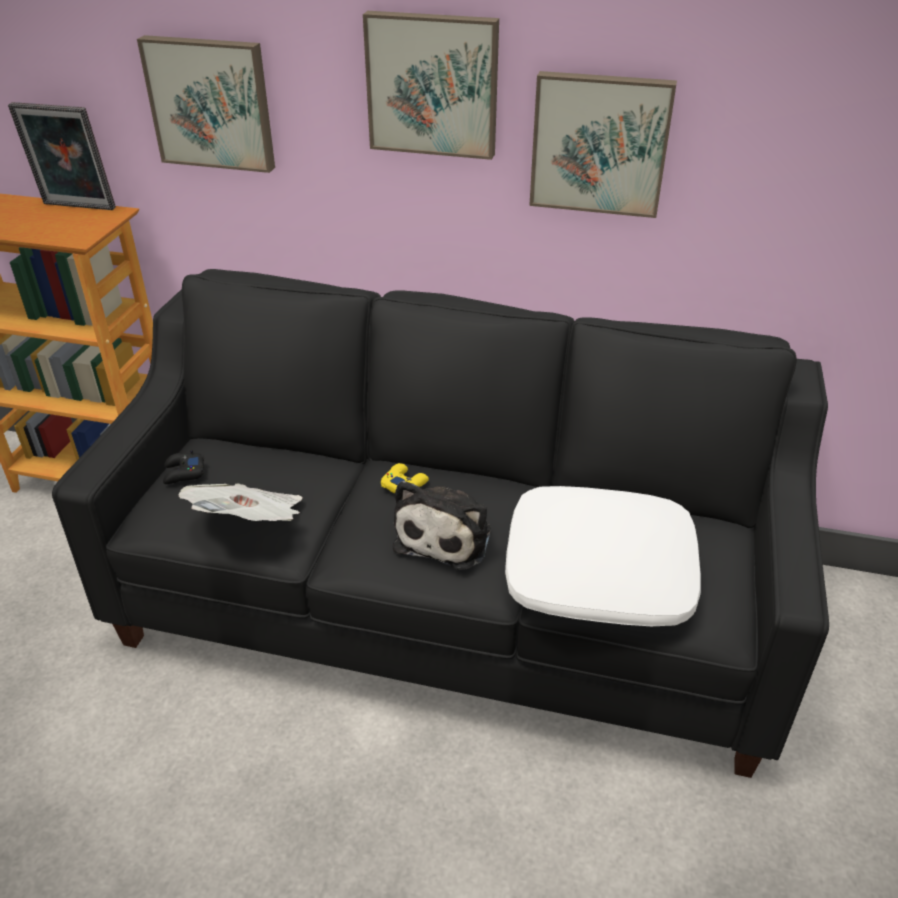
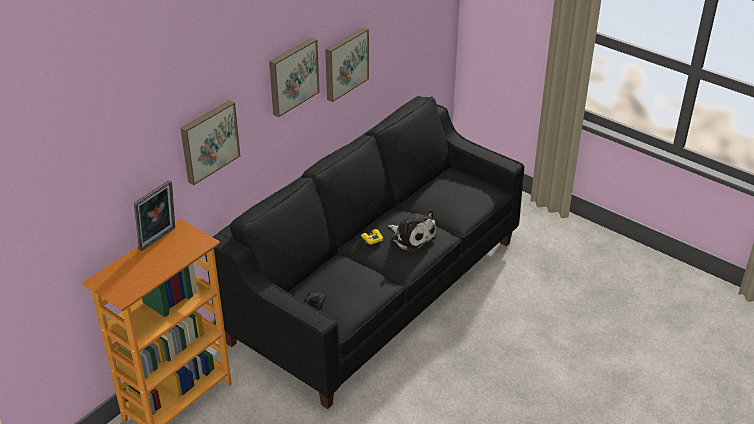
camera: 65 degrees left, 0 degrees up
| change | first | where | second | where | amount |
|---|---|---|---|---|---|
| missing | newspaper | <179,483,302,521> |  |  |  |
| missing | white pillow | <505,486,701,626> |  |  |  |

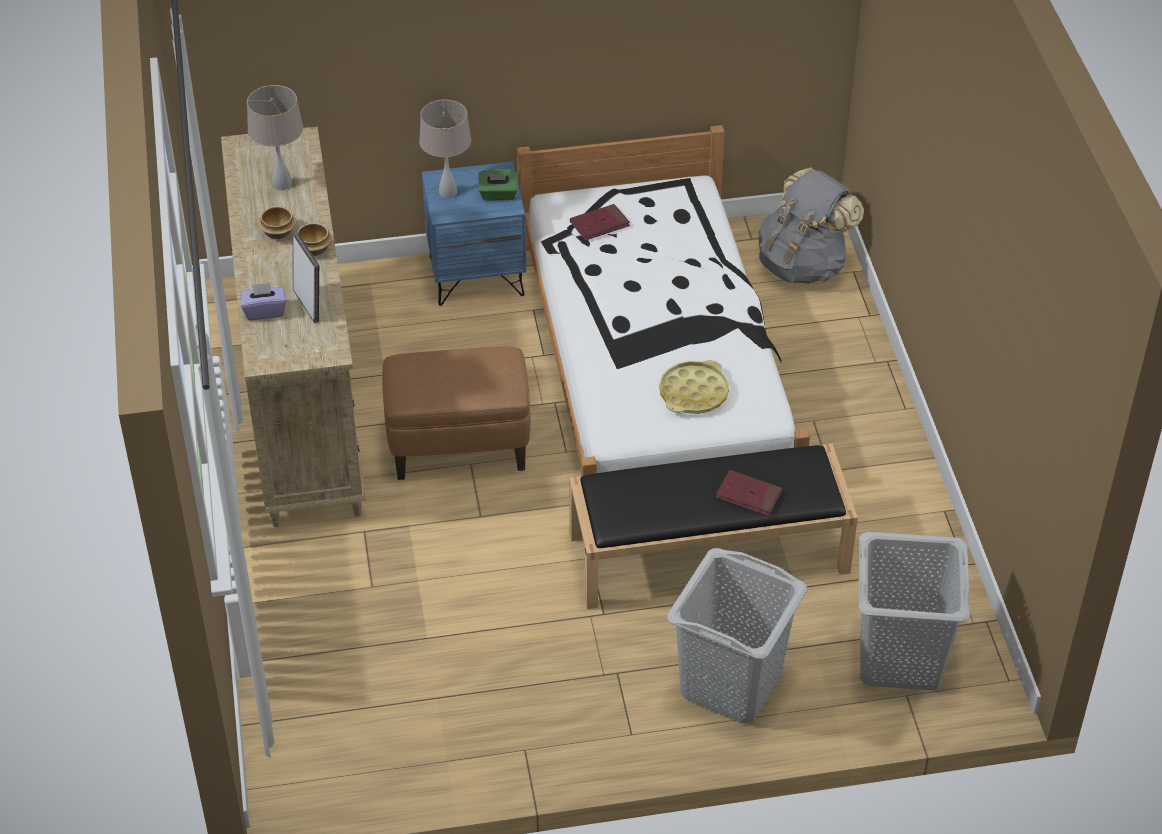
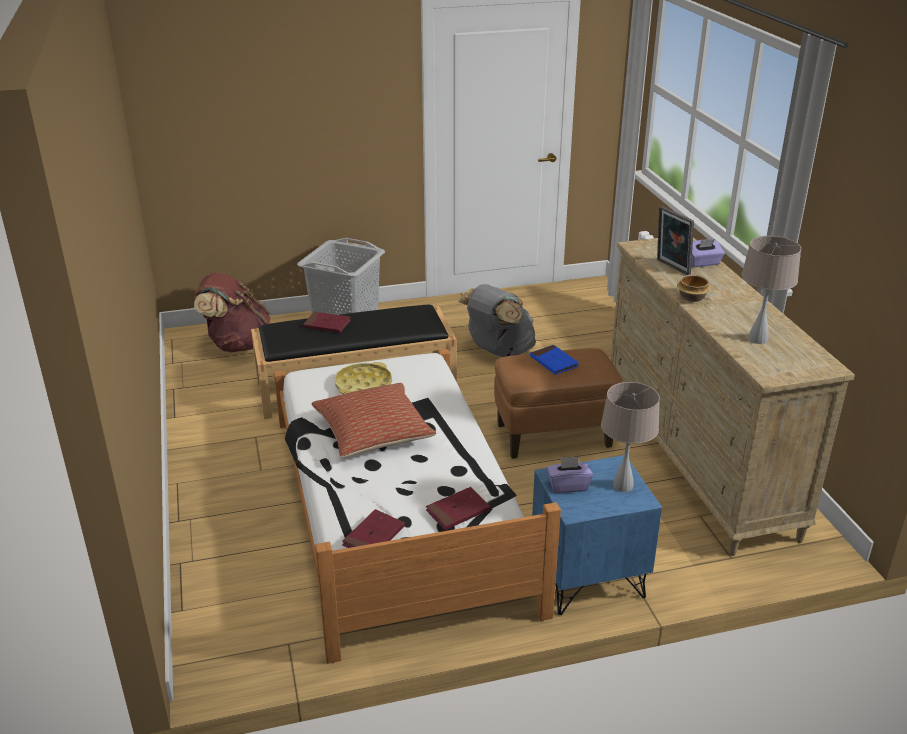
camera: 175 degrees right, 15 degrees down
| change | first | where | second | where | amount |
|---|---|---|---|---|---|
| missing | bowl | <258,206,296,239> |  |  |  |
| colour | green tissue box | <479,169,518,201> | purple tissue box | <546,457,593,493> |  |
| relocated | grey backpack | <758,168,864,284> |  | <458,284,536,357> |  |
| exchanged | grey laundry basket | <859,532,970,690> | brown backpack | <194,273,271,352> |  |
| appeared |  |  | pillow | <312,383,436,457> |  |
| appeared |  |  | red book | <342,509,405,548> |  |
| appeared |  |  | blue book | <530,345,579,375> |  |

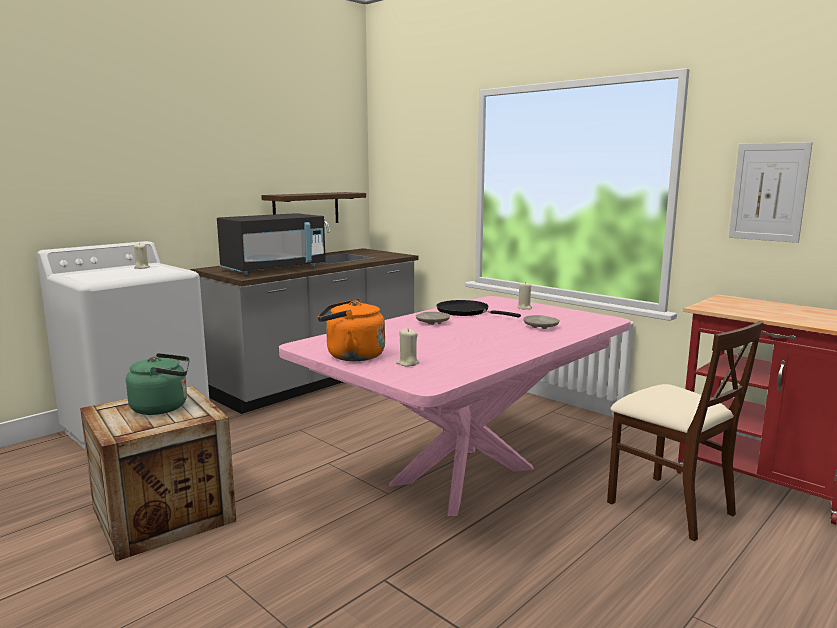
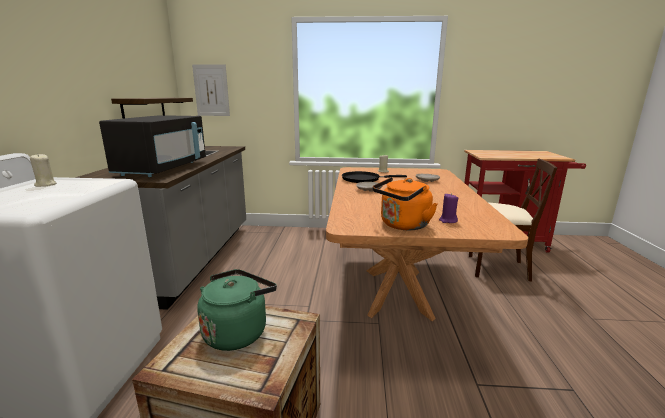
camera: 40 degrees left, 5 degrees up
| change | first | where | second | where | amount |
|---|---|---|---|---|---|
| colour | pink dining table | <279,296,631,516> | brown dining table | <326,167,528,321> |  |
| colour | beige candle | <396,328,420,366> | purple candle | <439,193,458,223> |  |
| relocated | picture | <729,142,813,243> |  | <192,64,230,116> |  |

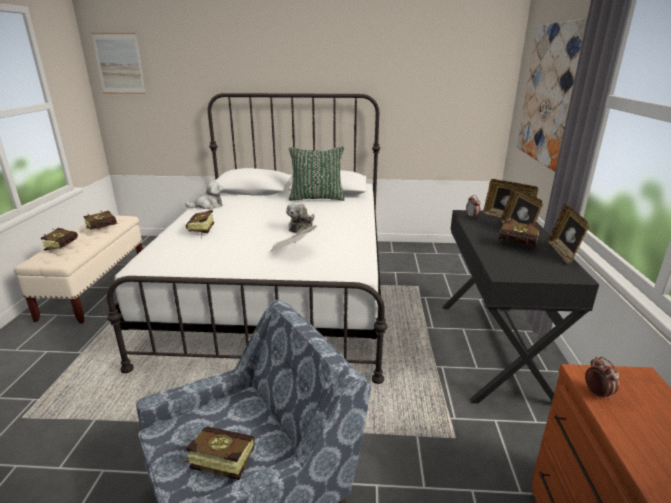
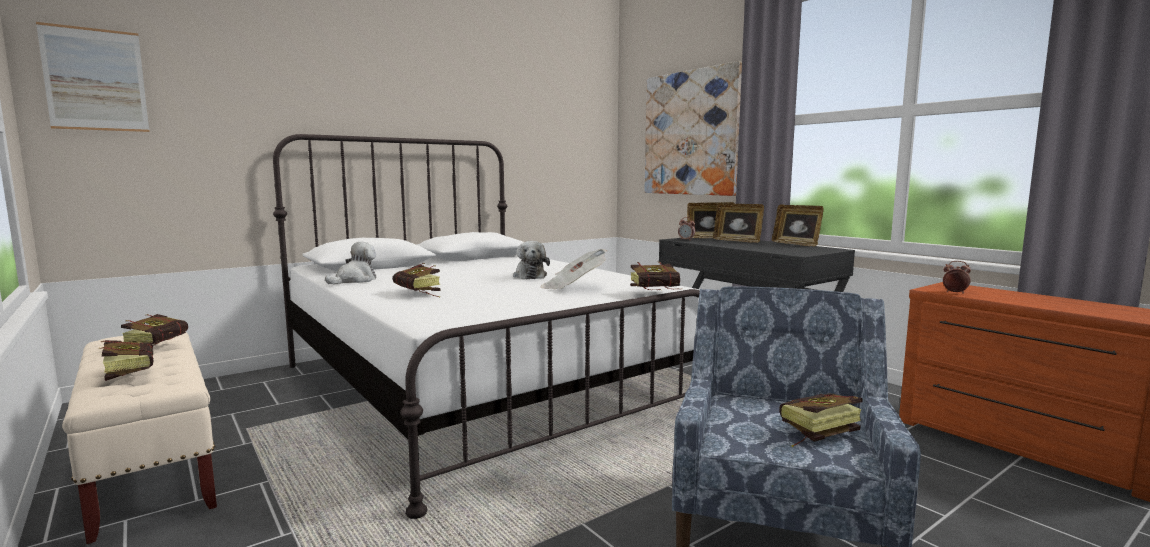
camera: 40 degrees left, 15 degrees down
| change | first | where | second | where | amount |
|---|---|---|---|---|---|
| missing | green pillow | <289,147,345,201> |  |  |  |
| relocated | book | <498,219,546,249> |  | <630,262,682,290> |  |

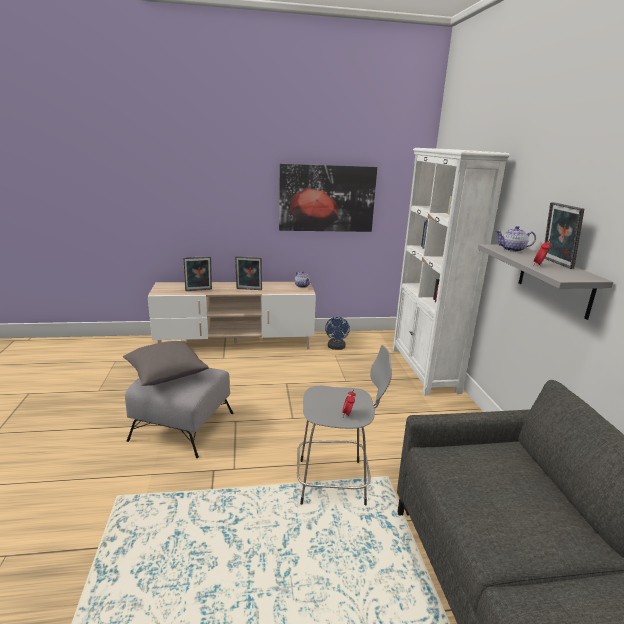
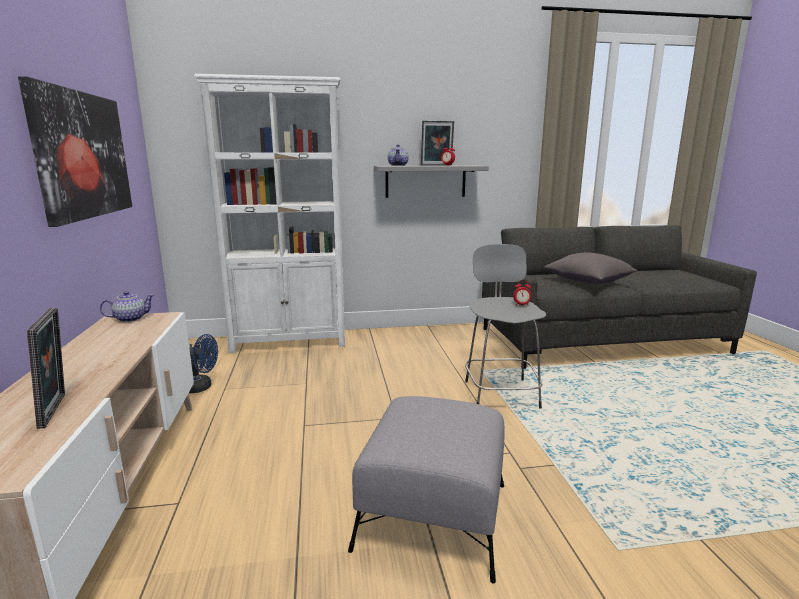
camera: 90 degrees left, 5 degrees down
| change | first | where | second | where | amount |
|---|---|---|---|---|---|
| relocated | grey pillow | <123,341,209,386> |  | <544,253,638,284> |  |
| missing | picture frame | <235,256,262,290> |  |  |  |

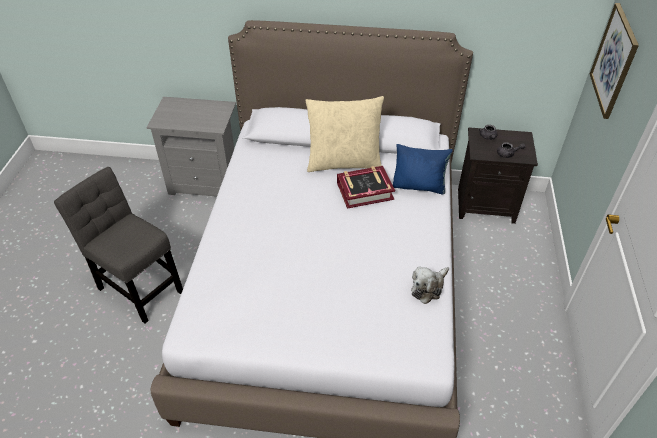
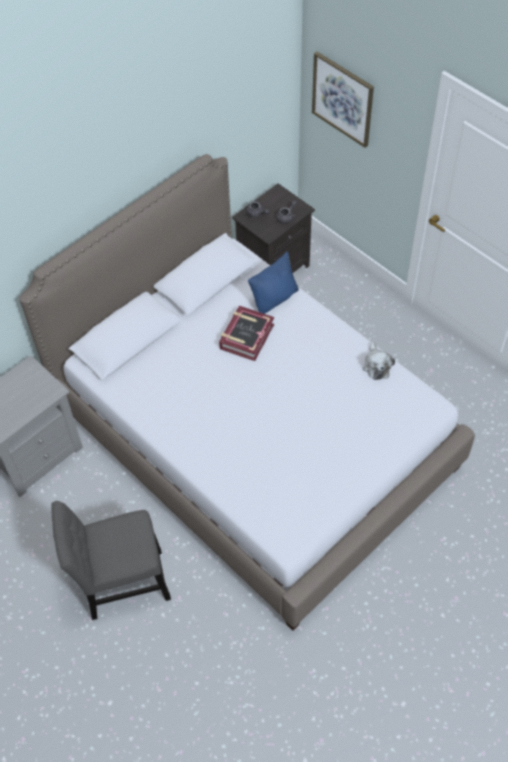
camera: 50 degrees left, 10 degrees up
| change | first | where | second | where | amount |
|---|---|---|---|---|---|
| missing | beige pillow | <305,96,384,172> |  |  |  |

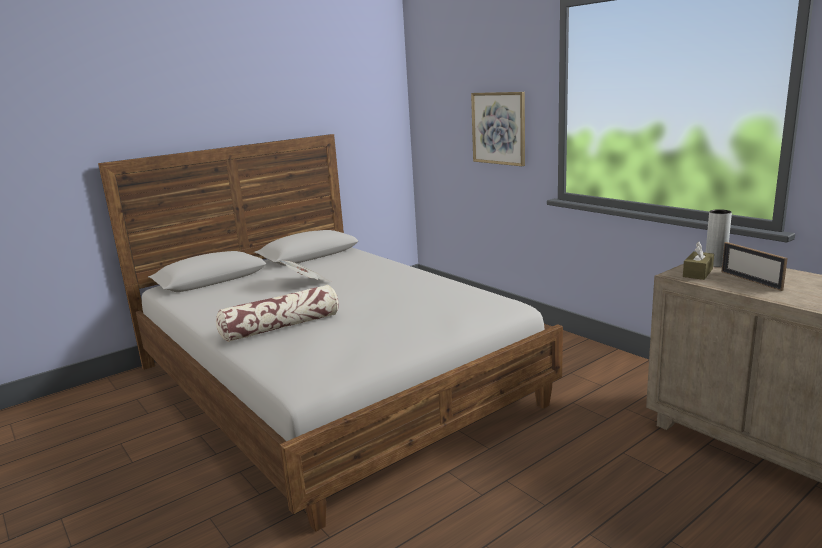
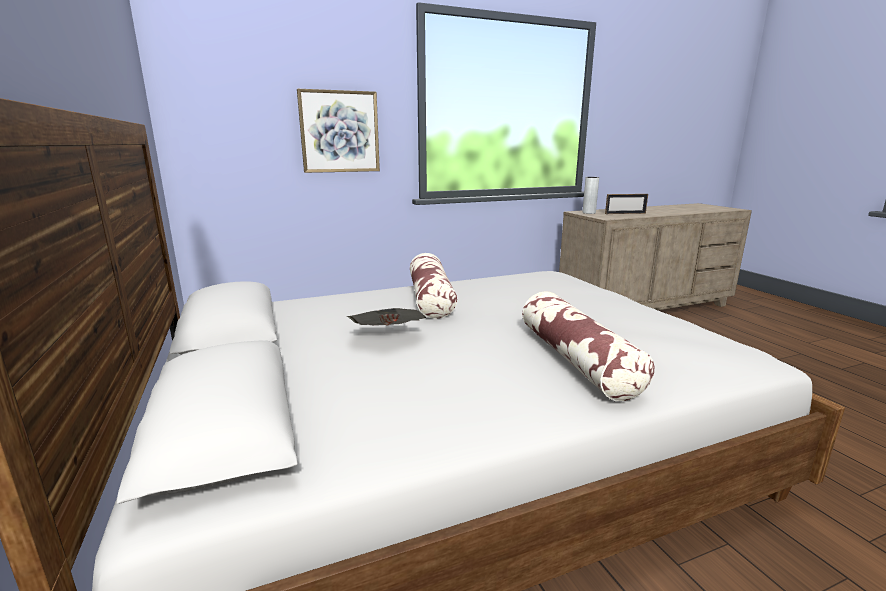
camera: 75 degrees left, 0 degrees up
| change | first | where | second | where | amount |
|---|---|---|---|---|---|
| missing | brown tissue box | <683,242,714,280> |  |  |  |
| appeared |  |  | pillow | <410,253,457,319> |  |

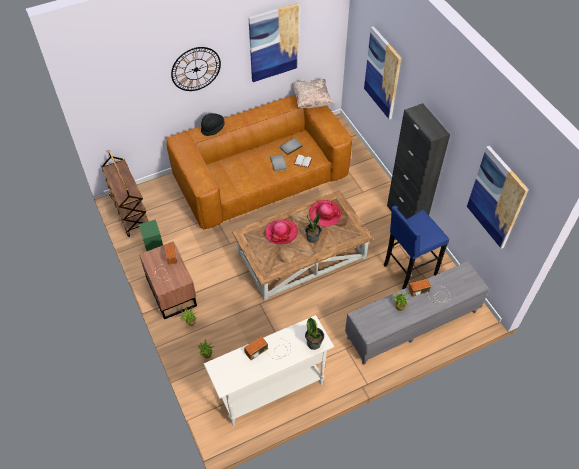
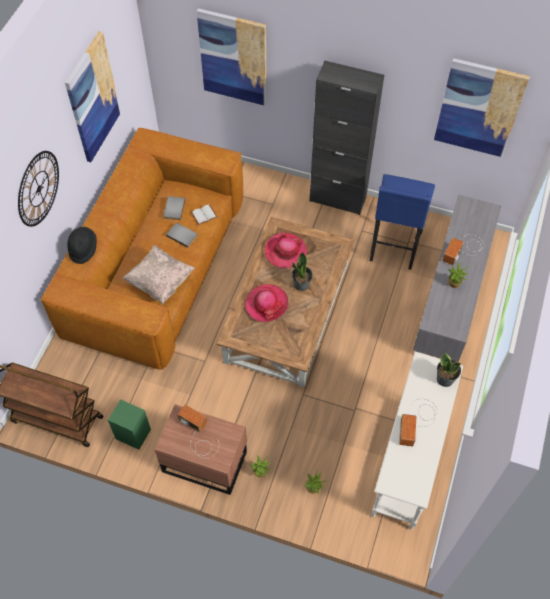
camera: 45 degrees left, 5 degrees up
| change | first | where | second | where | amount |
|---|---|---|---|---|---|
| relocated | beige pillow | <292,79,333,108> |  | <122,245,195,305> |  |

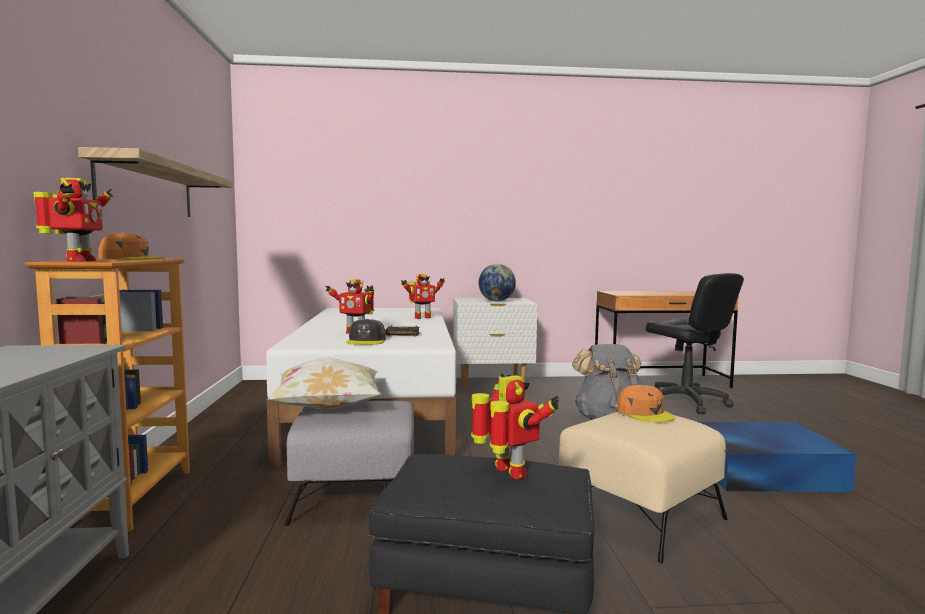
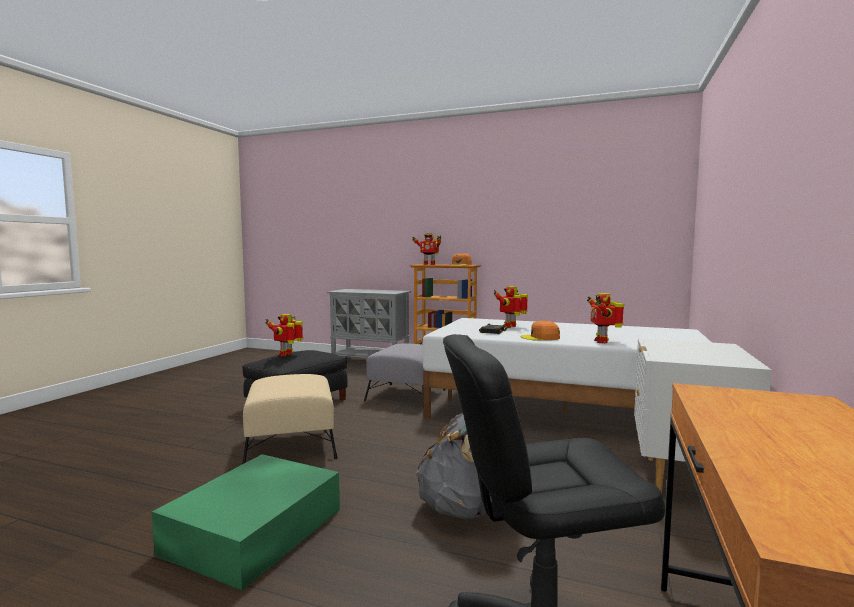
camera: 115 degrees right, 0 degrees up
| change | first | where | second | where | amount |
|---|---|---|---|---|---|
| missing | shelf | <78,147,233,217> |  |  |  |
| missing | pillow | <267,358,381,410> |  |  |  |
| missing | grey cap | <346,319,386,345> |  |  |  |
| spun | toy robot | <471,373,559,479> |  | <266,314,303,357> | 120 degrees clockwise |
| missing | globe | <479,264,516,301> |  |  |  |
| relocated | orange cap | <617,385,675,422> |  | <521,321,560,340> |  |
| colour | blue storage box | <696,421,857,492> | green storage box | <152,454,340,590> |  |

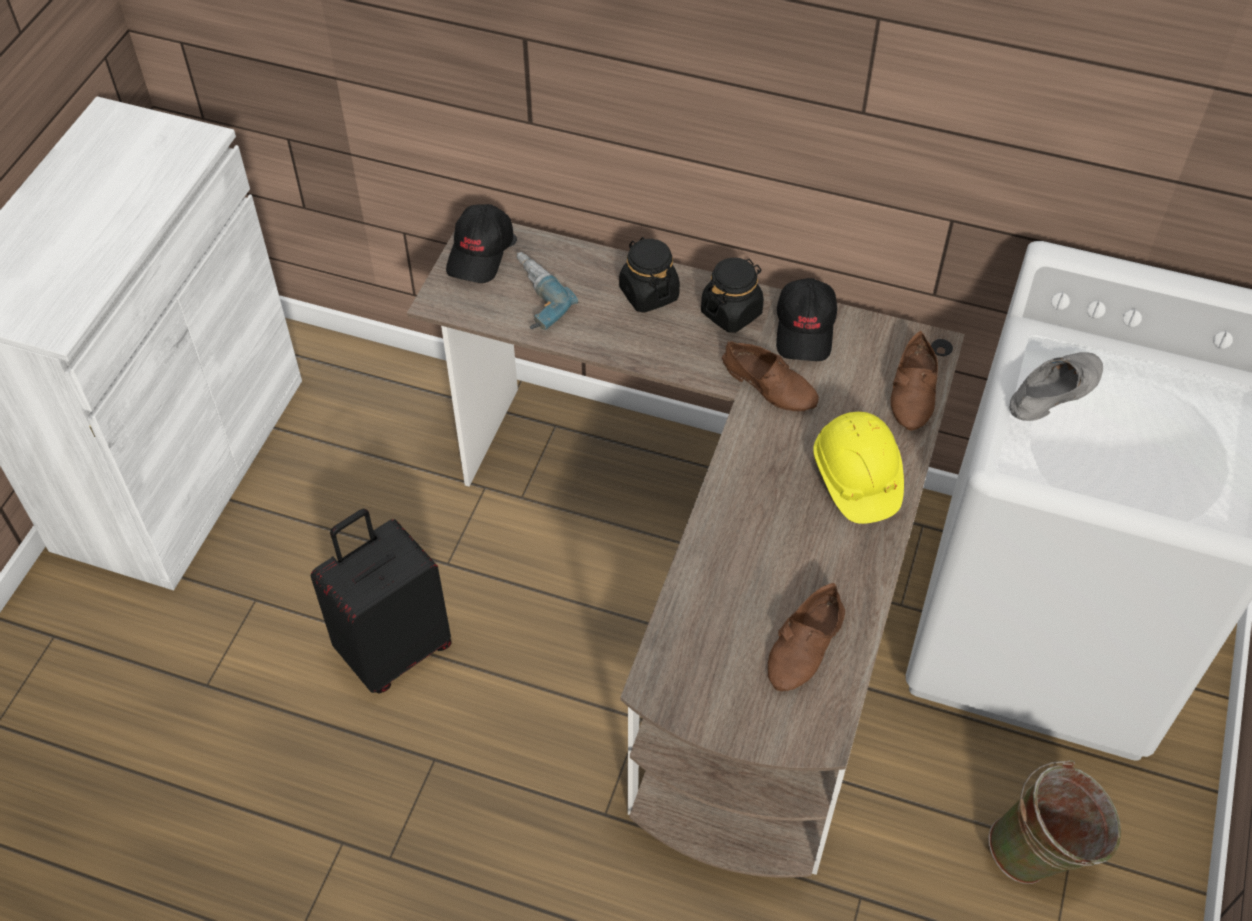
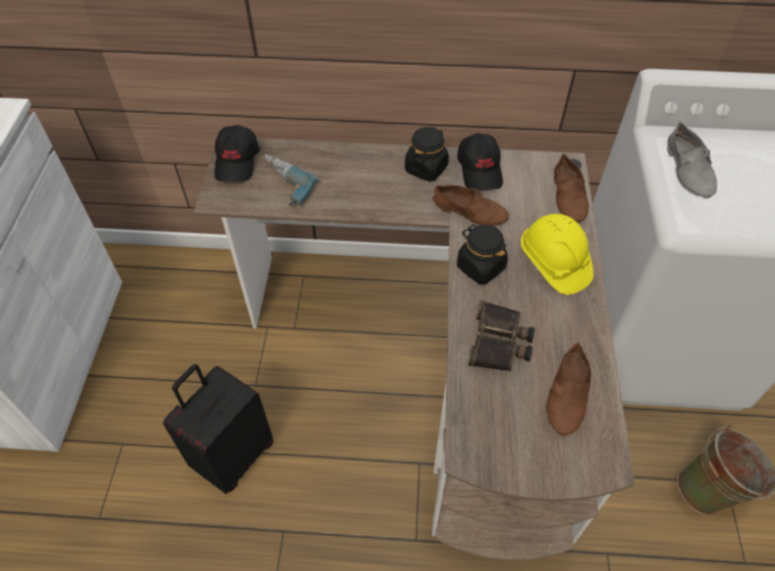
camera: 15 degrees left, 0 degrees up
| change | first | where | second | where | amount |
|---|---|---|---|---|---|
| relocated | black jar | <619,237,680,313> |  | <457,225,508,284> |  |
| spun | grey shoe | <1009,352,1103,421> |  | <667,121,717,198> | 135 degrees clockwise |
| appeared |  |  | binoculars | <468,300,535,372> |  |

